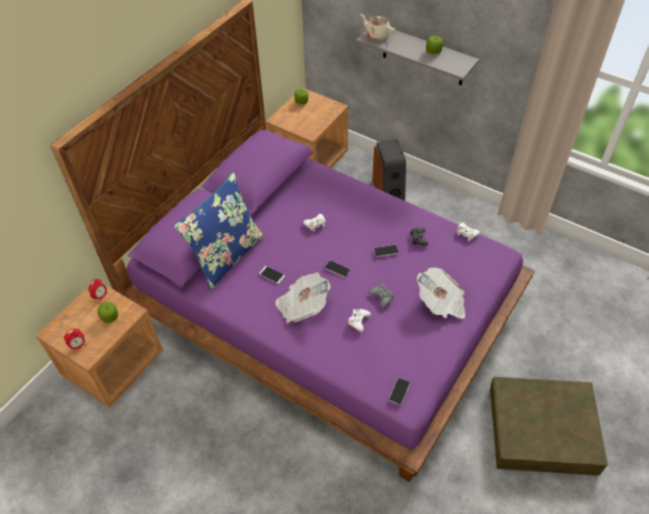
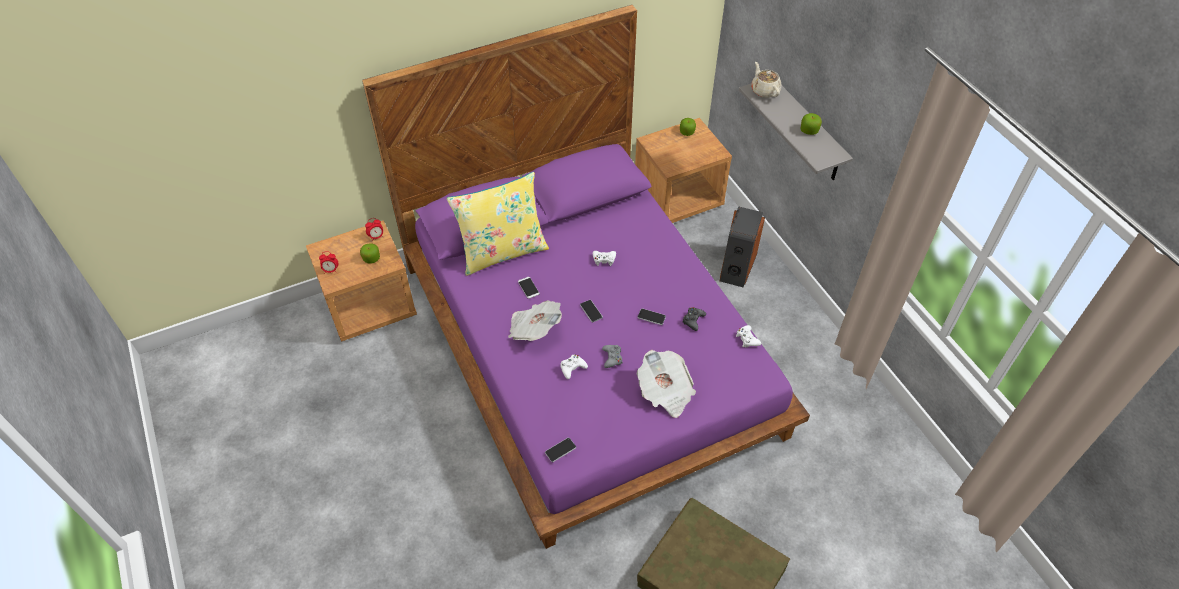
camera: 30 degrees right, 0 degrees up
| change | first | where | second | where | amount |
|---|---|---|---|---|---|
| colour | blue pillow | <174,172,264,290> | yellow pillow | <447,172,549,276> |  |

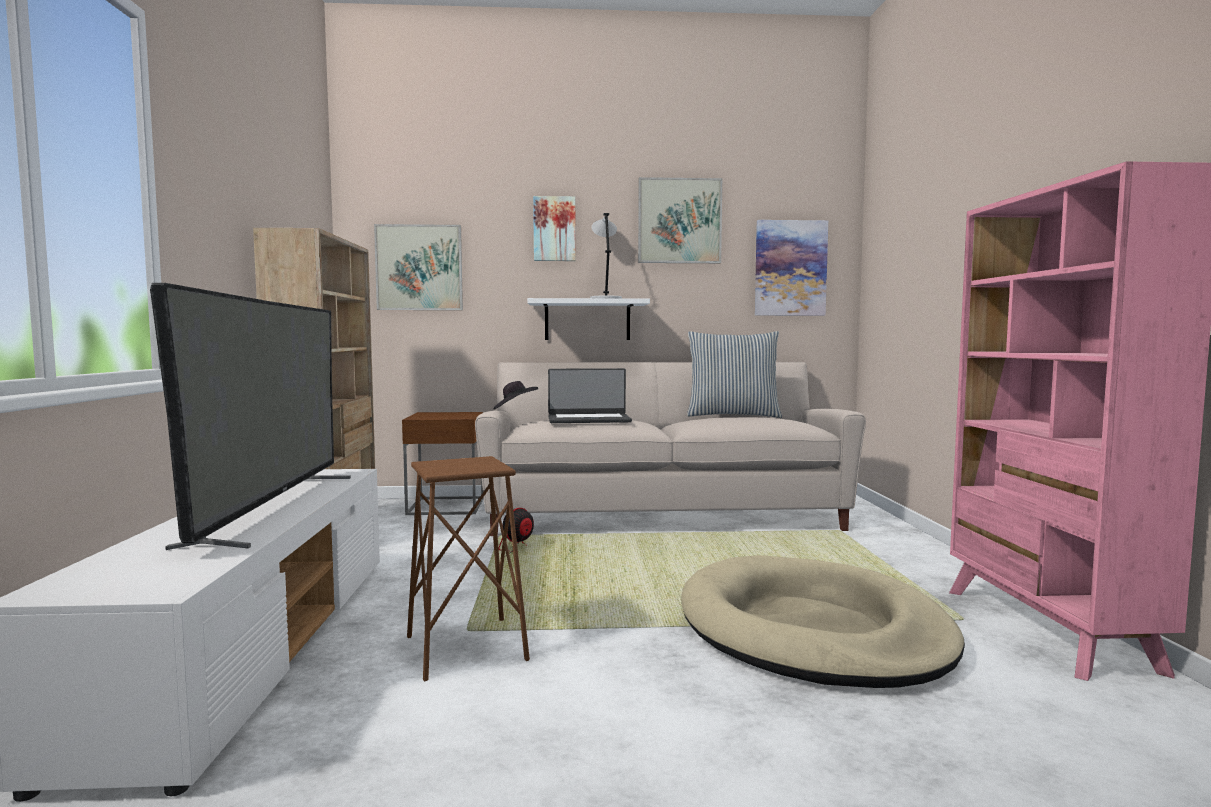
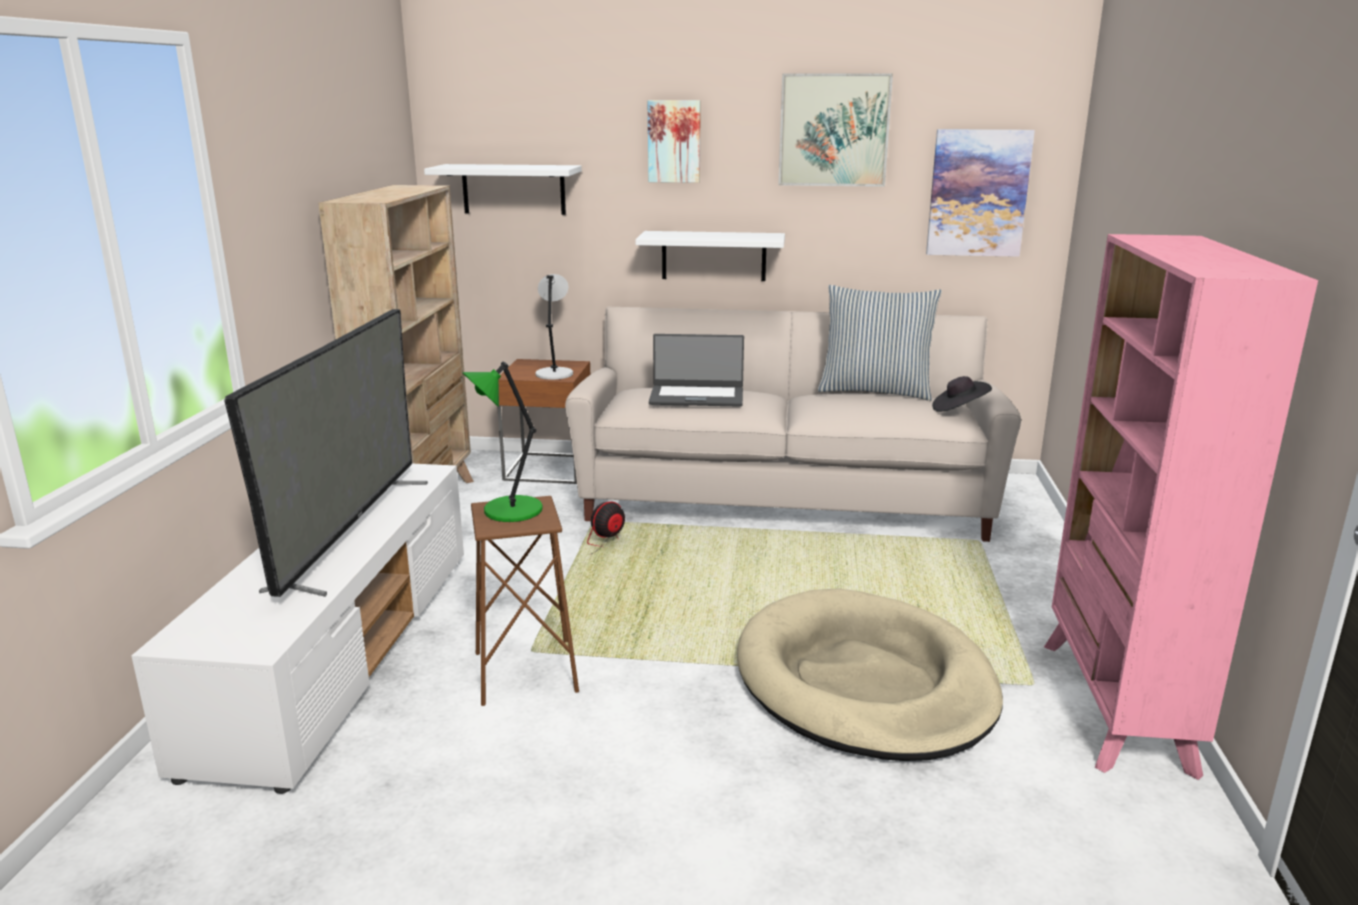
camera: 10 degrees right, 15 degrees up
| change | first | where | second | where | amount |
|---|---|---|---|---|---|
| exchanged | picture | <374,224,463,310> | white shelf | <424,164,582,215> |  |
| relocated | black hat | <493,381,538,410> |  | <932,376,992,412> |  |
| relocated | grey table lamp | <590,213,622,298> |  | <535,274,573,380> |  |
| appeared |  |  | green table lamp | <462,362,542,522> |  |

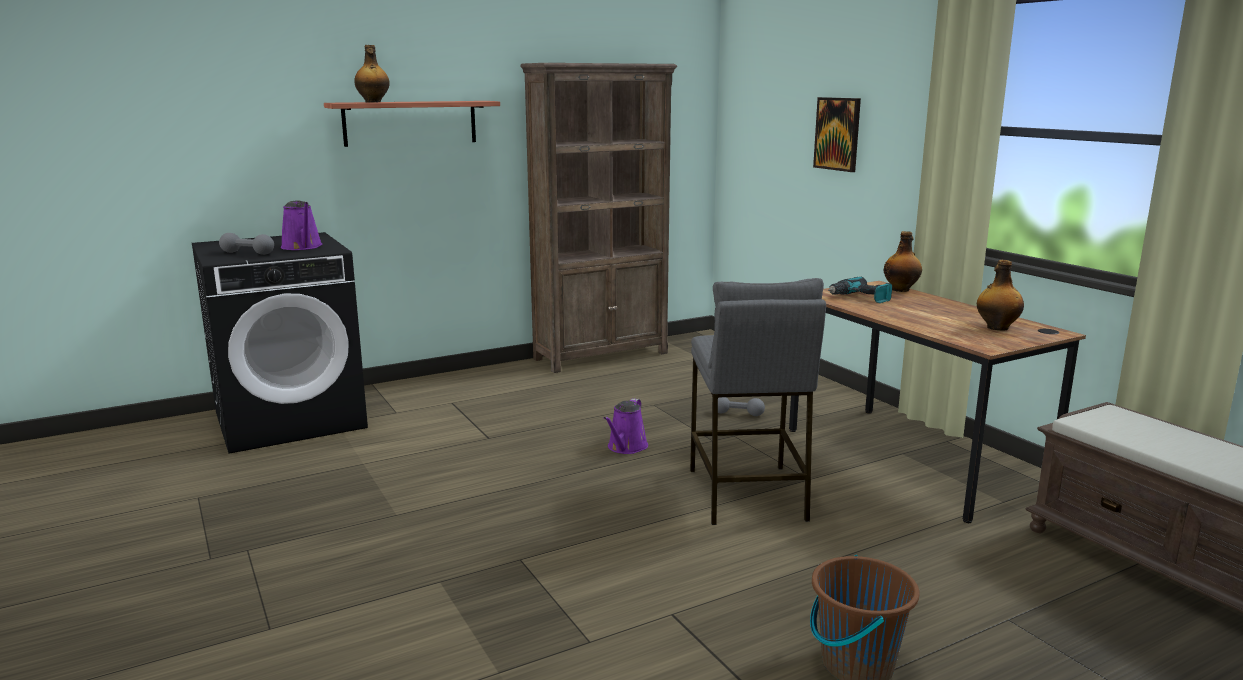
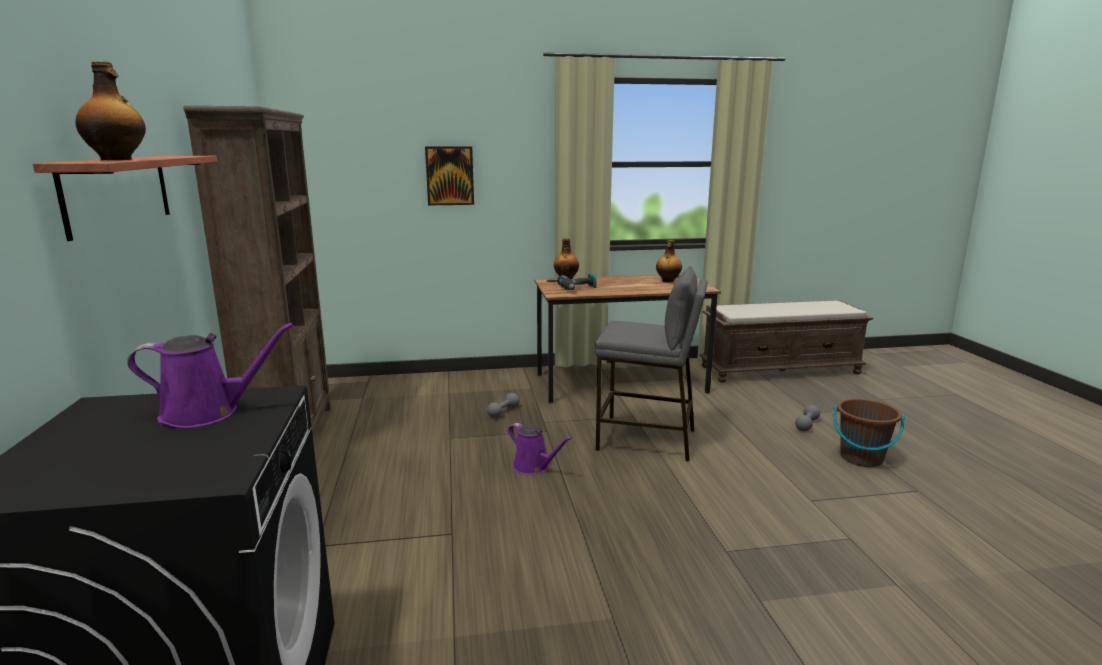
camera: 70 degrees left, 0 degrees up
| change | first | where | second | where | amount |
|---|---|---|---|---|---|
| relocated | grey dumbbell | <219,233,274,255> |  | <795,405,820,431> |  |

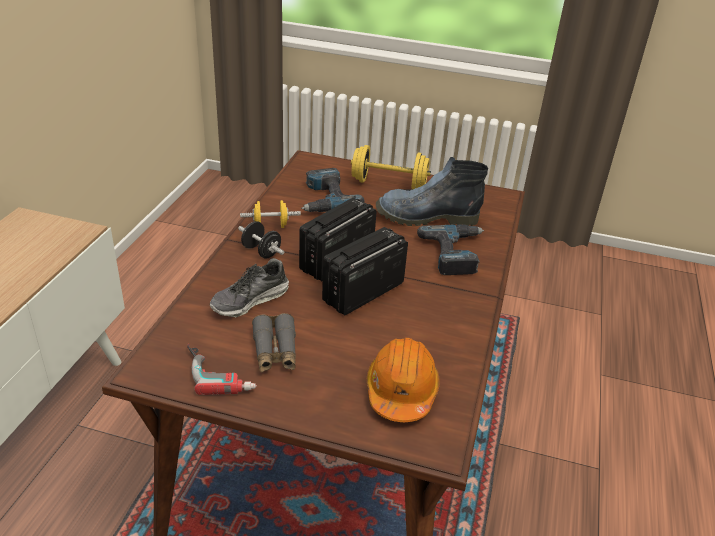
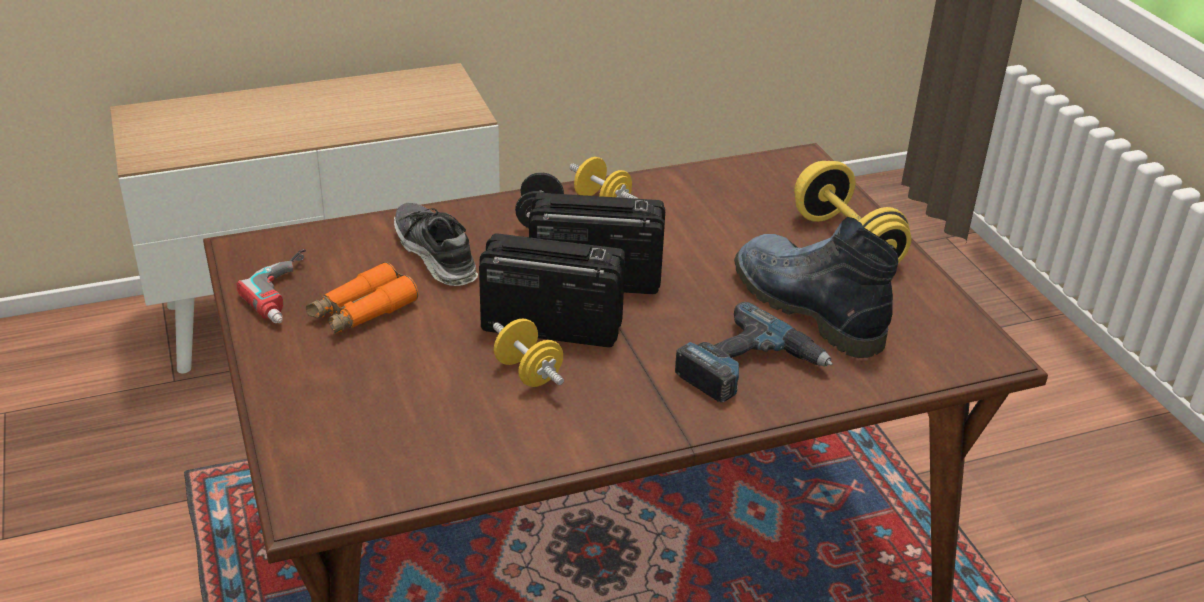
camera: 55 degrees right, 0 degrees up
| change | first | where | second | where | amount |
|---|---|---|---|---|---|
| spun | shoe | <210,258,289,317> |  | <394,203,478,286> | 45 degrees clockwise |
| colour | grey binoculars | <252,313,296,372> | orange binoculars | <306,262,418,334> |  |
| missing | power drill | <301,168,364,212> |  |  |  |
| missing | orange hard hat | <367,338,439,422> |  |  |  |
| appeared |  |  | yellow dumbbell | <493,319,564,387> |  |

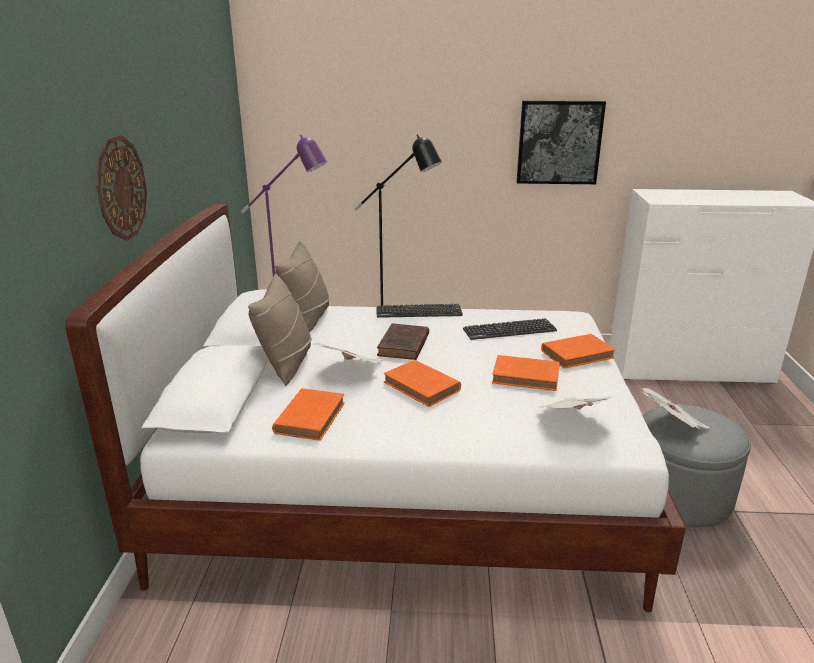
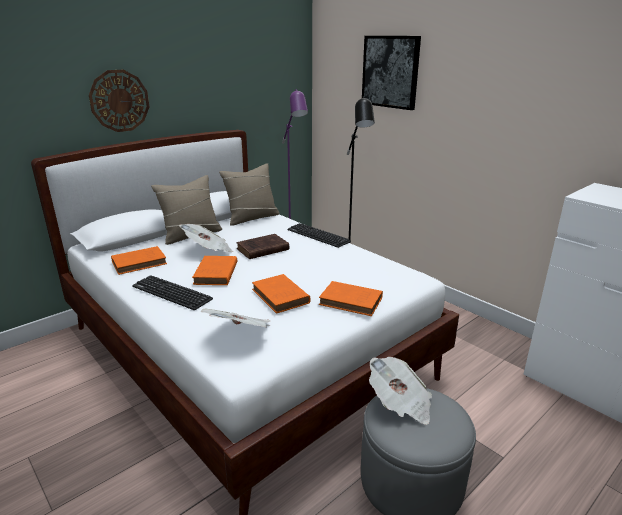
camera: 45 degrees right, 0 degrees up
| change | first | where | second | where | amount |
|---|---|---|---|---|---|
| relocated | keyboard | <463,318,557,340> |  | <132,275,213,310> |  |
| relocated | picture | <516,100,606,184> |  | <362,36,421,110> |  |

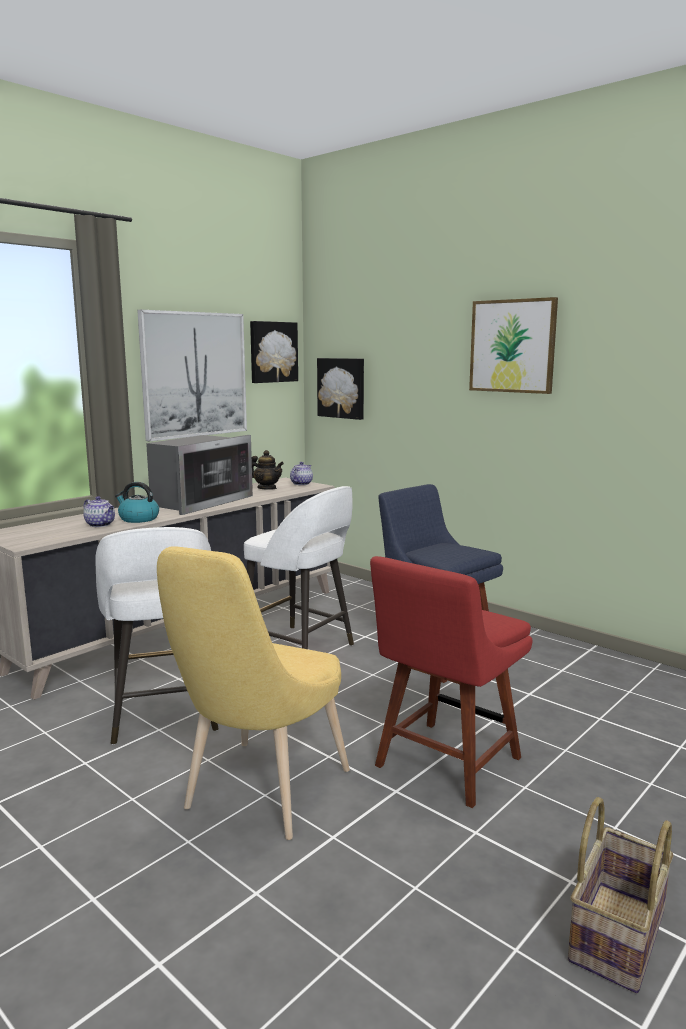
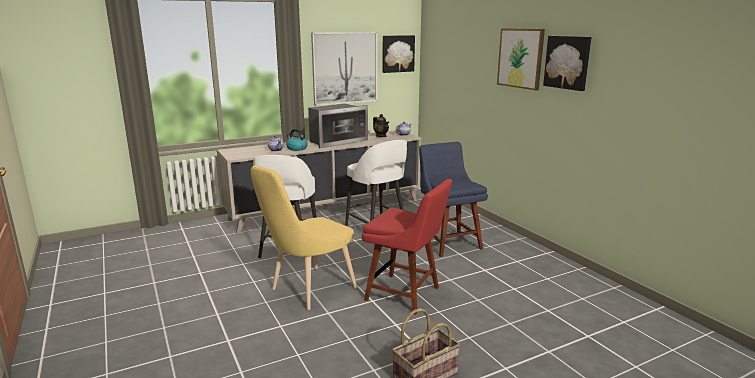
camera: 20 degrees right, 5 degrees up
| change | first | where | second | where | amount |
|---|---|---|---|---|---|
| relocated | picture | <317,358,364,420> |  | <543,36,591,91> |  |
| spun | red chair | <370,556,532,808> |  | <362,179,452,315> | 120 degrees counterclockwise |

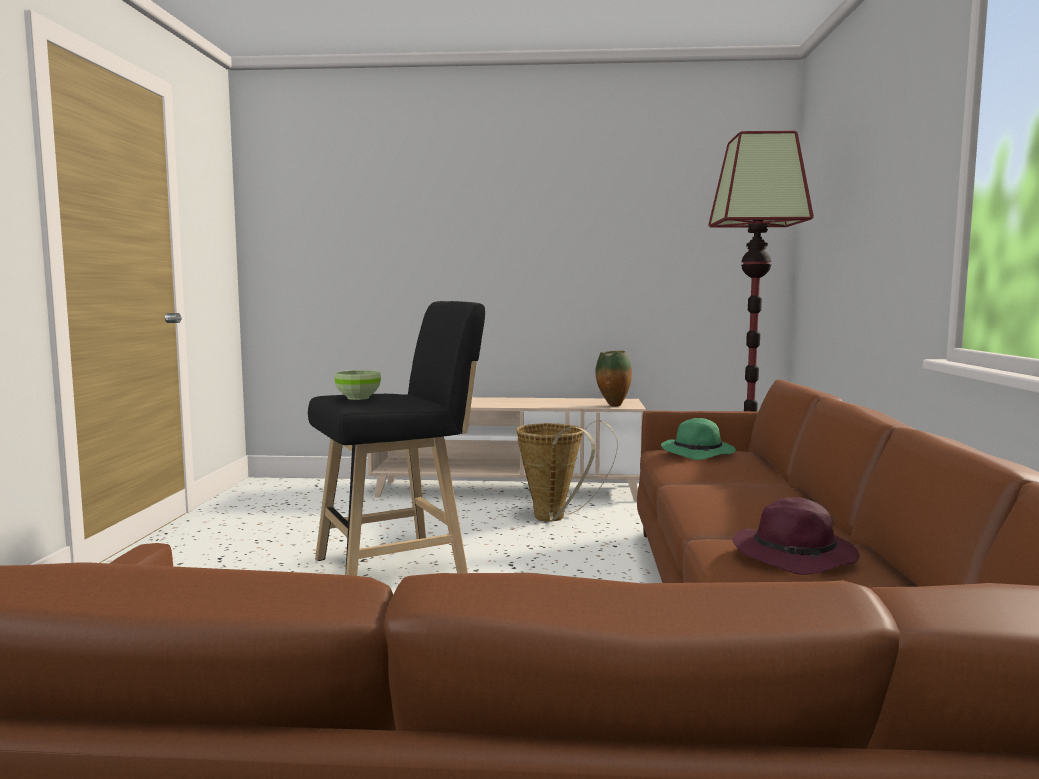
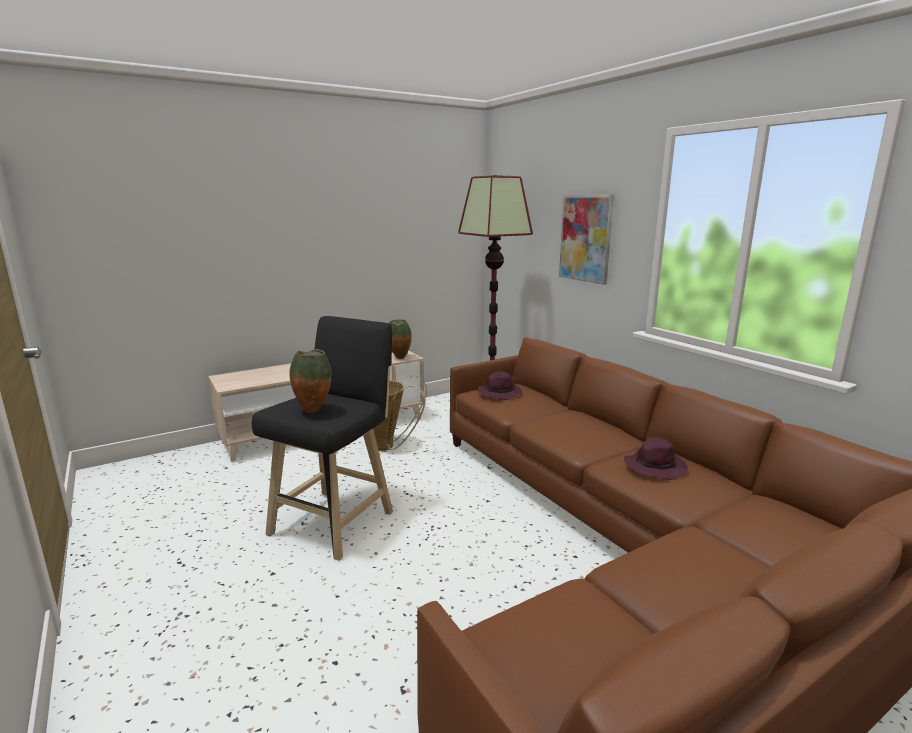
camera: 35 degrees left, 10 degrees up
| change | first | where | second | where | amount |
|---|---|---|---|---|---|
| exchanged | green bowl | <335,370,381,400> | vase | <290,349,331,413> |  |
| colour | green hat | <661,418,736,460> | purple hat | <477,371,522,400> |  |
| appeared |  |  | picture | <559,195,614,285> |  |

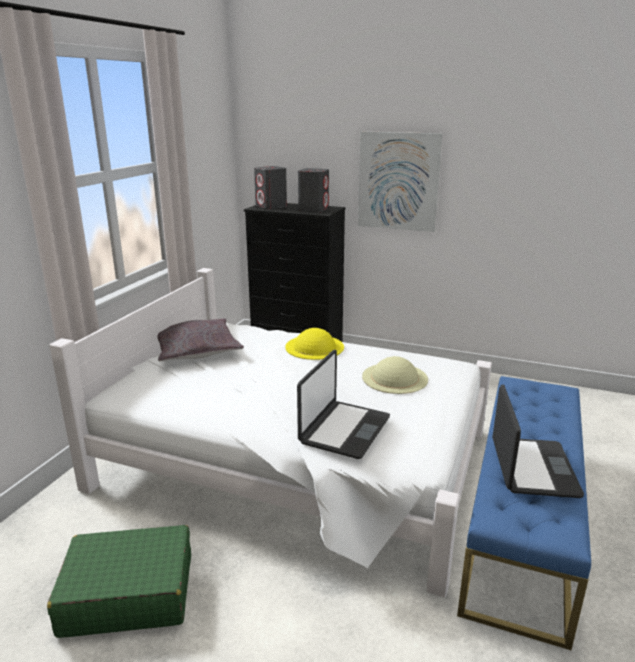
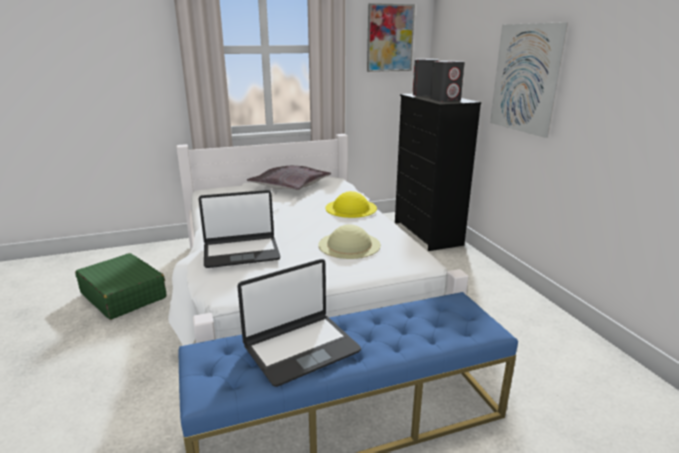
camera: 50 degrees right, 0 degrees up
| change | first | where | second | where | amount |
|---|---|---|---|---|---|
| appeared |  |  | picture | <367,3,415,72> |  |

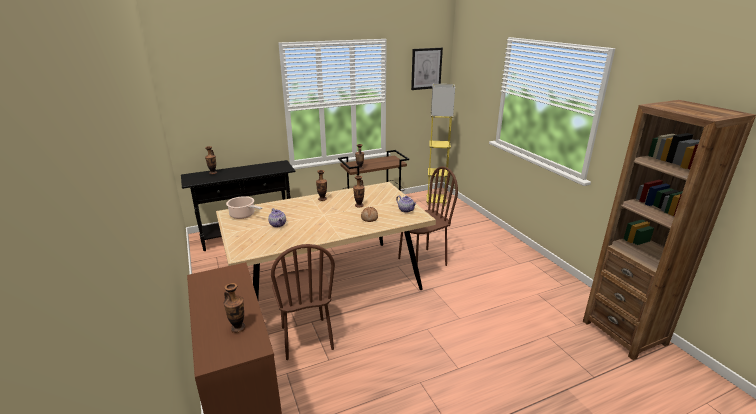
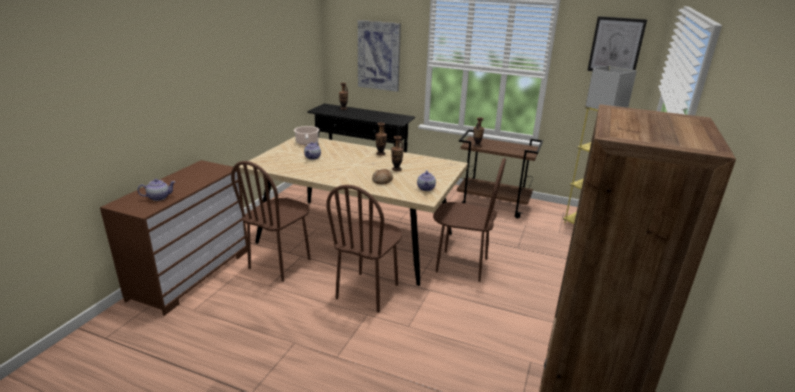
camera: 45 degrees right, 0 degrees up
| change | first | where | second | where | amount |
|---|---|---|---|---|---|
| exchanged | vase | <224,283,246,333> | teapot | <137,179,176,201> |  |
| appeared |  |  | brown chair | <326,185,402,313> |  |
| appeared |  |  | picture | <358,20,401,92> |  |

